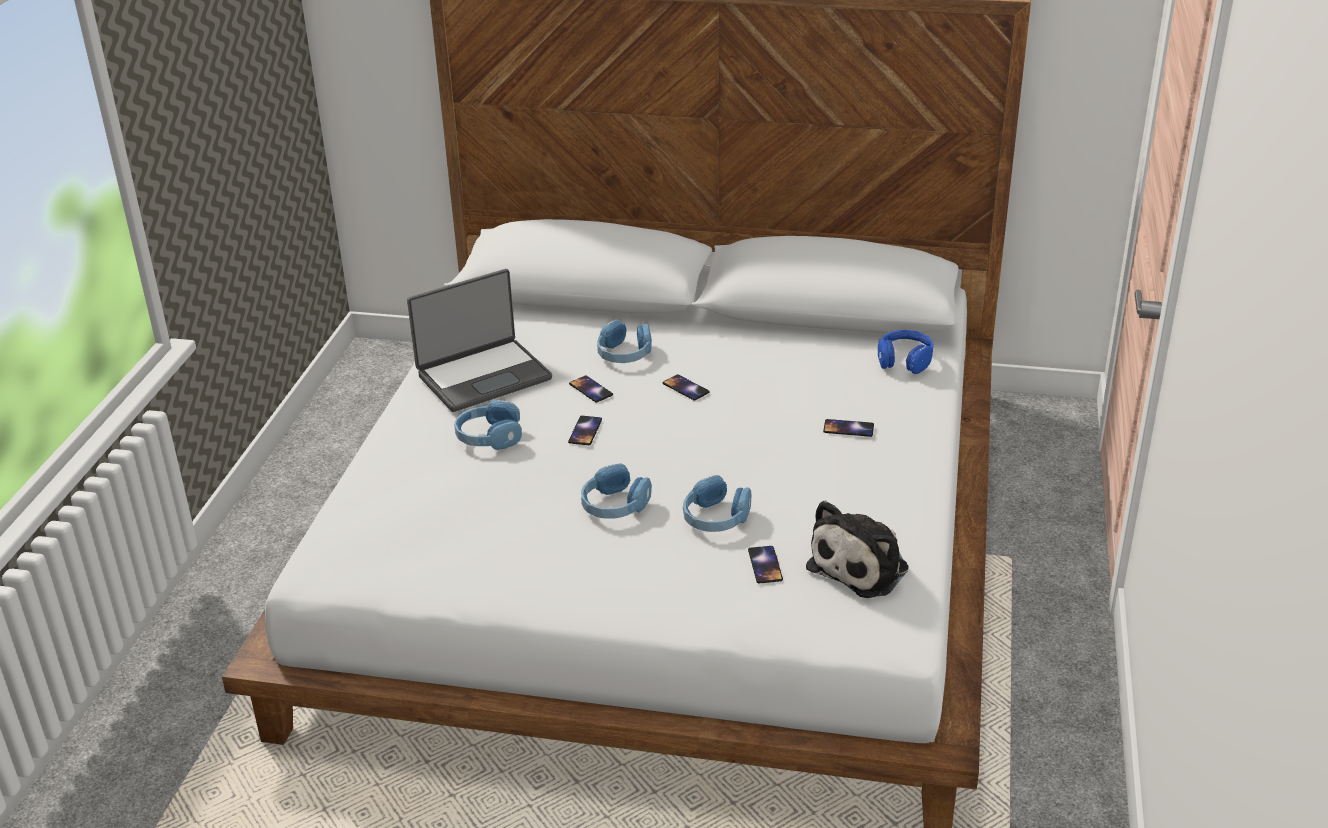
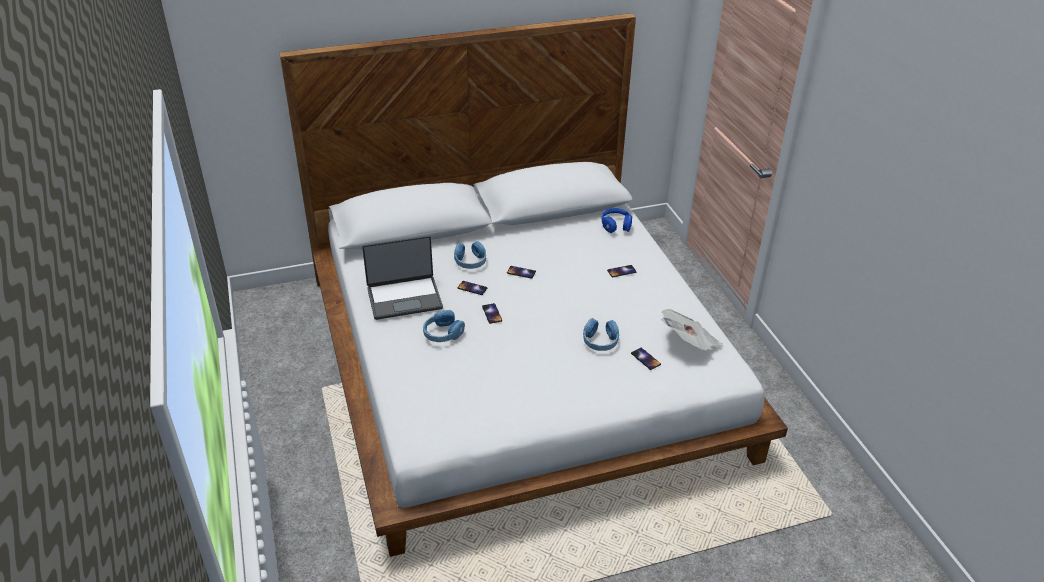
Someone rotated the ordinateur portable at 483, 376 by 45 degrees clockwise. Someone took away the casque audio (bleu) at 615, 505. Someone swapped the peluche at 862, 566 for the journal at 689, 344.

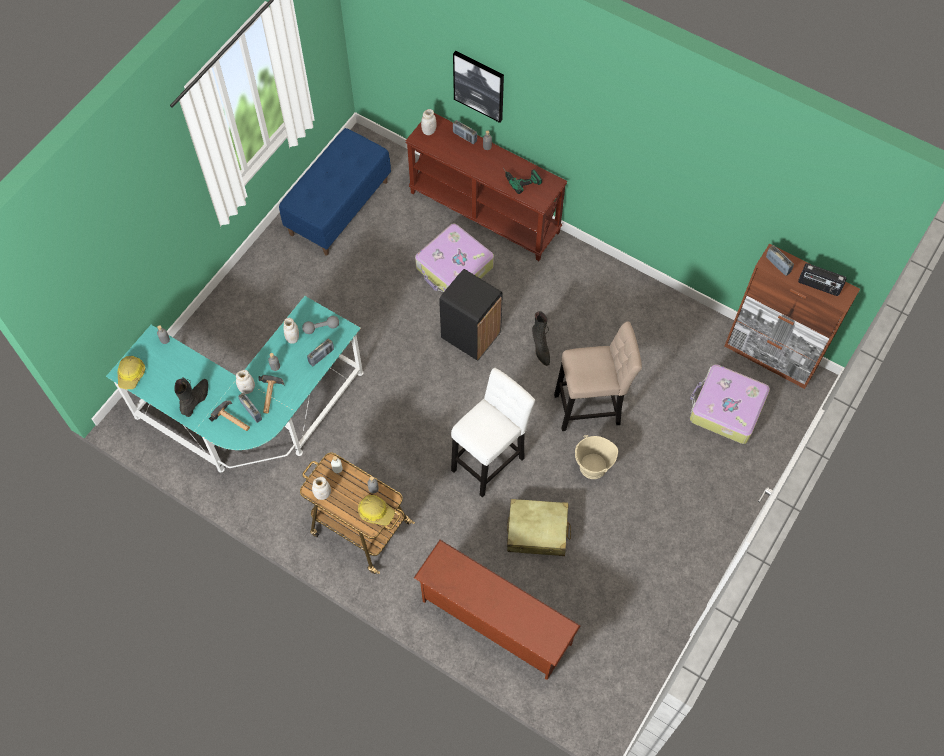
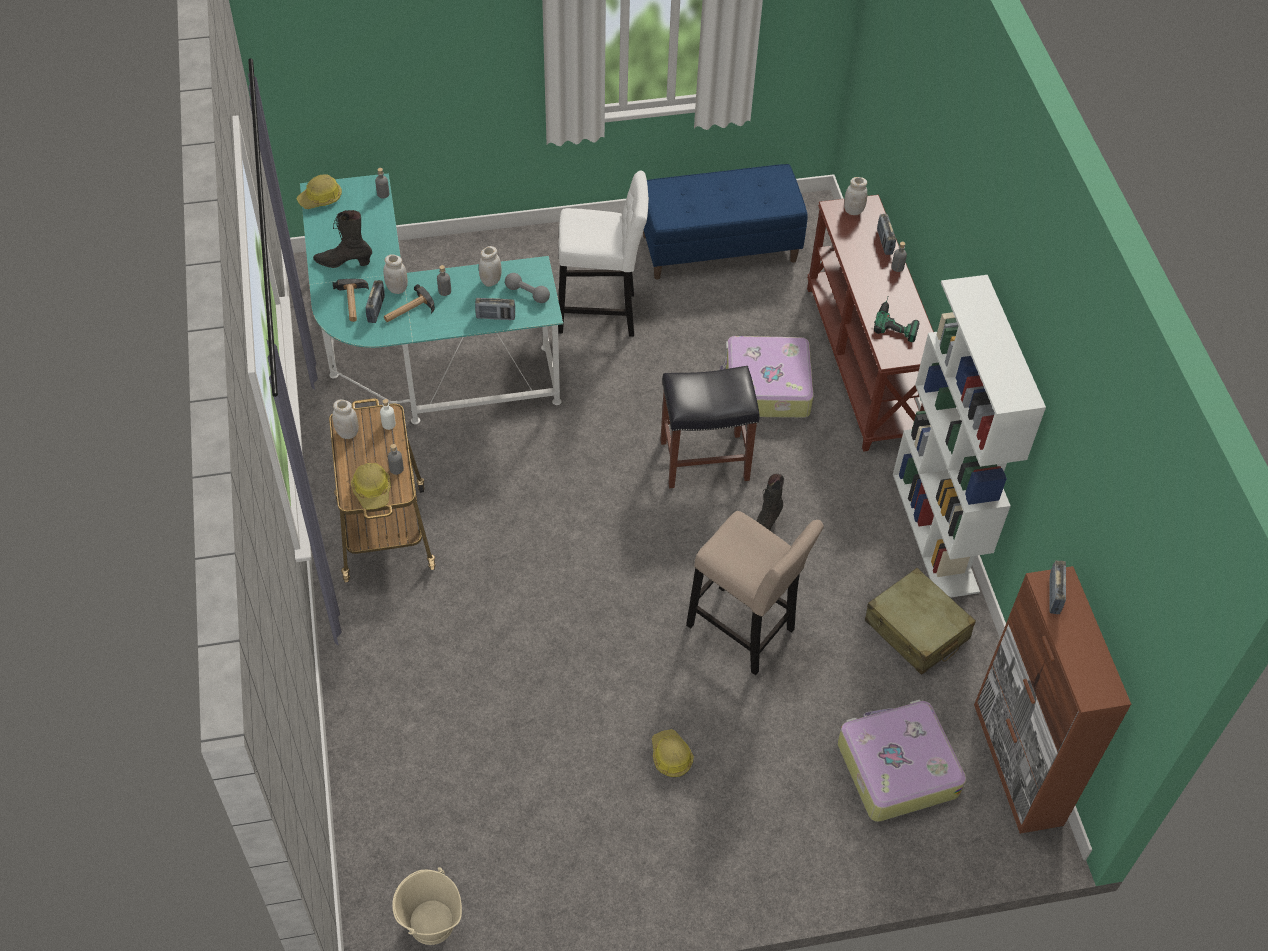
Someone rotated the botte (noir) at 196, 400 by 150 degrees counterclockwise. Someone took away the étagère à chaussures (marron) at 494, 622. Someone swapped the poubelle (noir) at 471, 335 for the tabouret (noir) at 705, 459. Someone carried the tabouret (blanc) from 490, 460 to 602, 314. Someone took away the tableau at 479, 85. Someone carried the valise (beige) from 537, 531 to 916, 630. Someone carried the seau (beige) from 593, 467 to 431, 923. Someone took away the radio at 818, 286. Someone put down the casque de chantier at 670, 756. Someone put down the bibliothèque (blanc) at 936, 532.

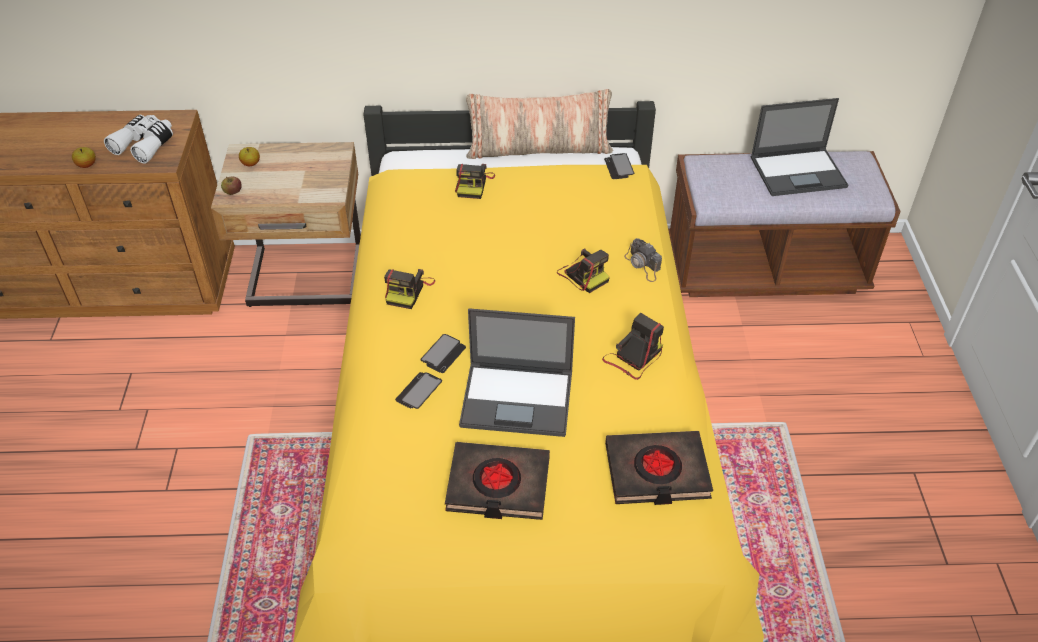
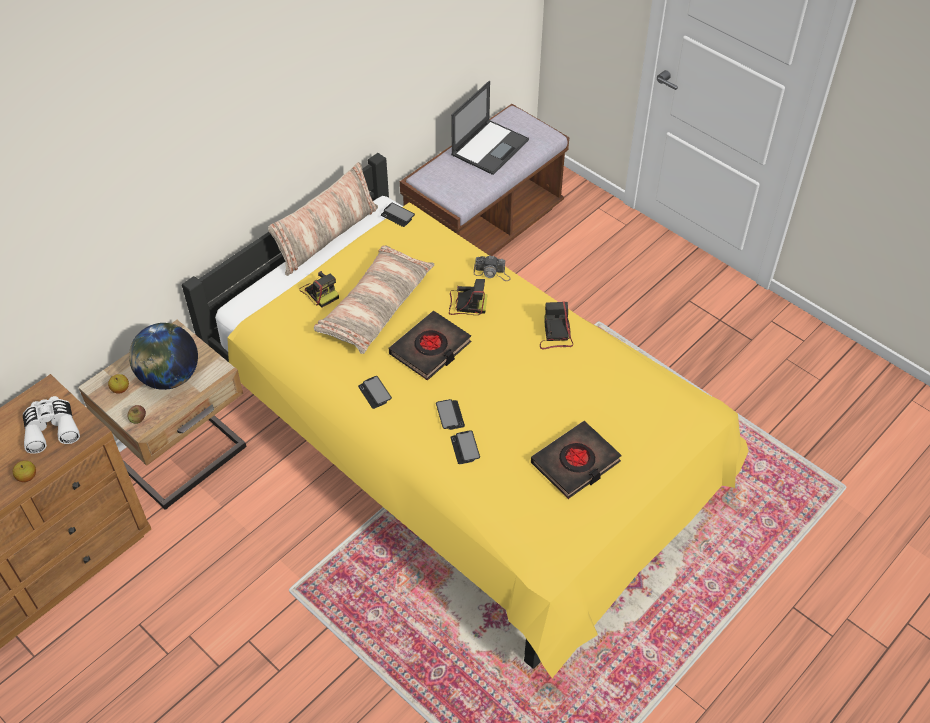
Someone swapped the appareil photo at 408, 290 for the téléphone at 375, 393. Someone took away the ordinateur portable at 518, 399. Someone carried the livre (noir) from 656, 472 to 430, 349. Someone put down the globe at 170, 377. Someone put down the coussin at 375, 307.

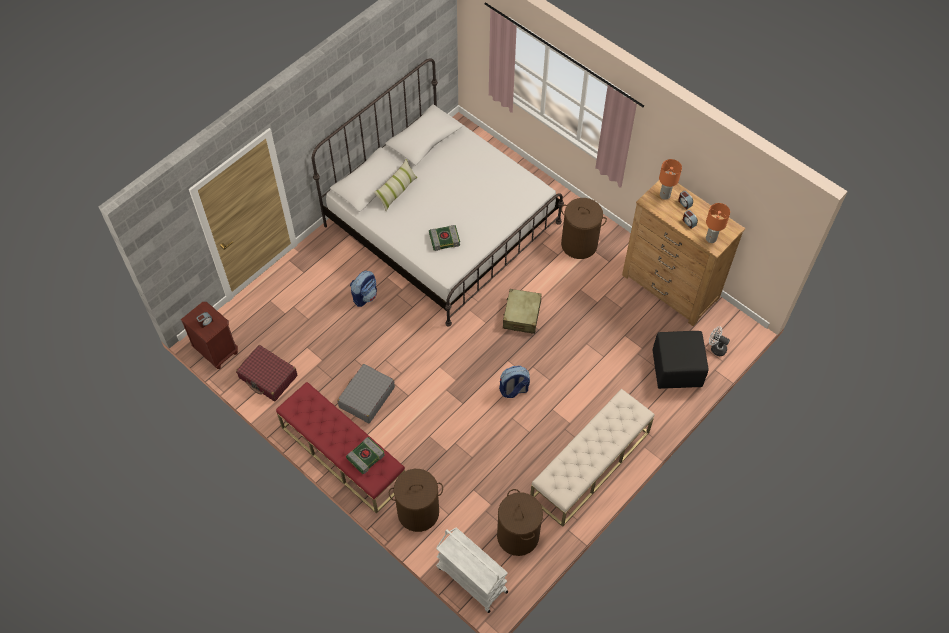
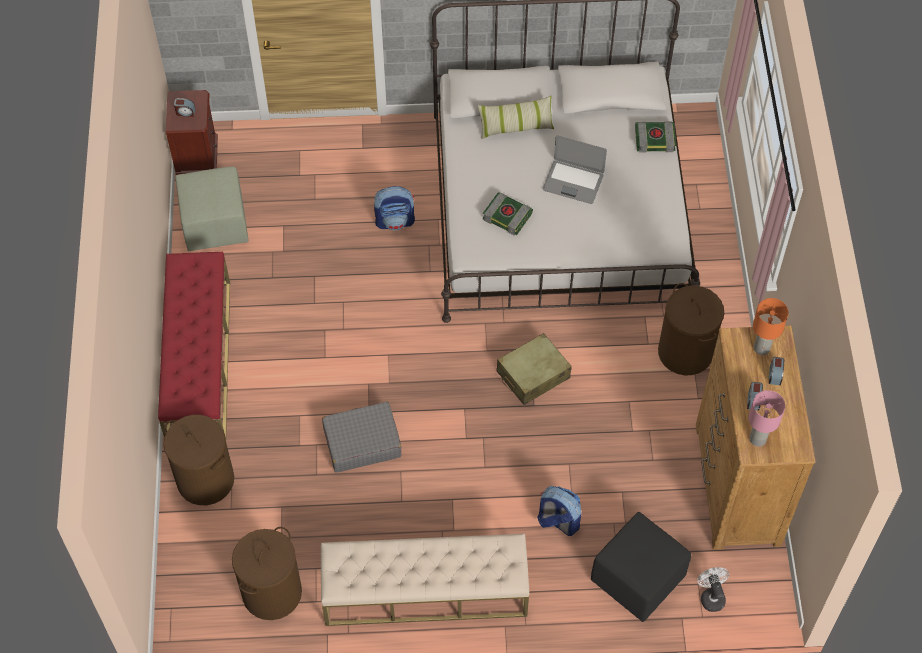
Someone swapped the valise (rouge) at 268, 377 for the pouf (vert) at 216, 225. Someone carried the valise (gris) from 366, 397 to 362, 442. Someone carried the livre from 365, 456 to 655, 139. Someone took away the chariot (blanc) at 471, 579. Someone carried the sac à dos from 513, 390 to 558, 521. Someone repainted the lampe de table (orange) at 711, 239, which became the lampe de table (rose) at 757, 439. Someone put down the ordinateur portable at 573, 182.

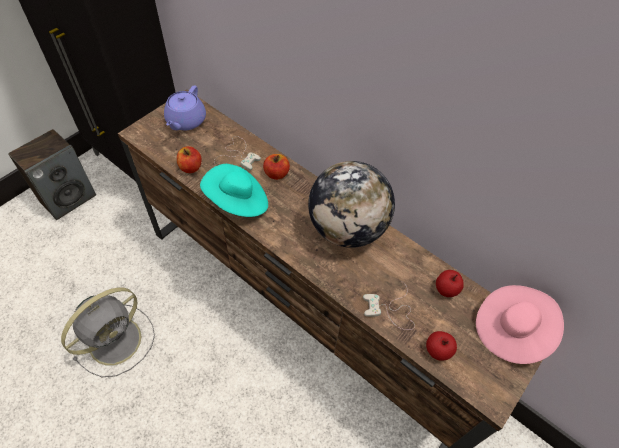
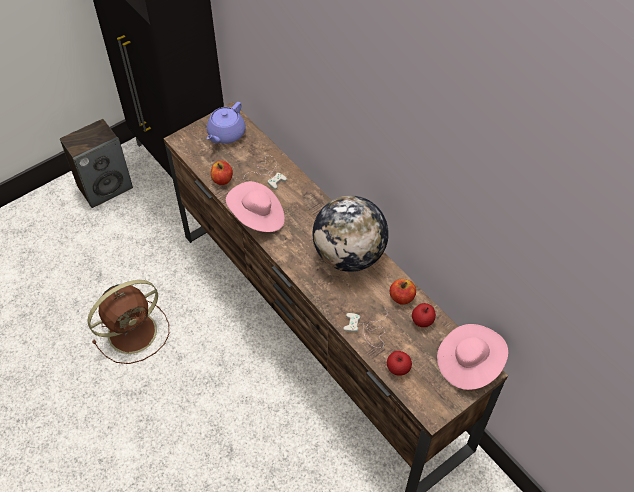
Someone repainted the ventilateur (gris) at 117, 339, which became the ventilateur (marron) at 134, 331. Someone repainted the chapeau (turquoise) at 237, 202, which became the chapeau (rose) at 257, 217. Someone carried the pomme from 276, 174 to 401, 297.

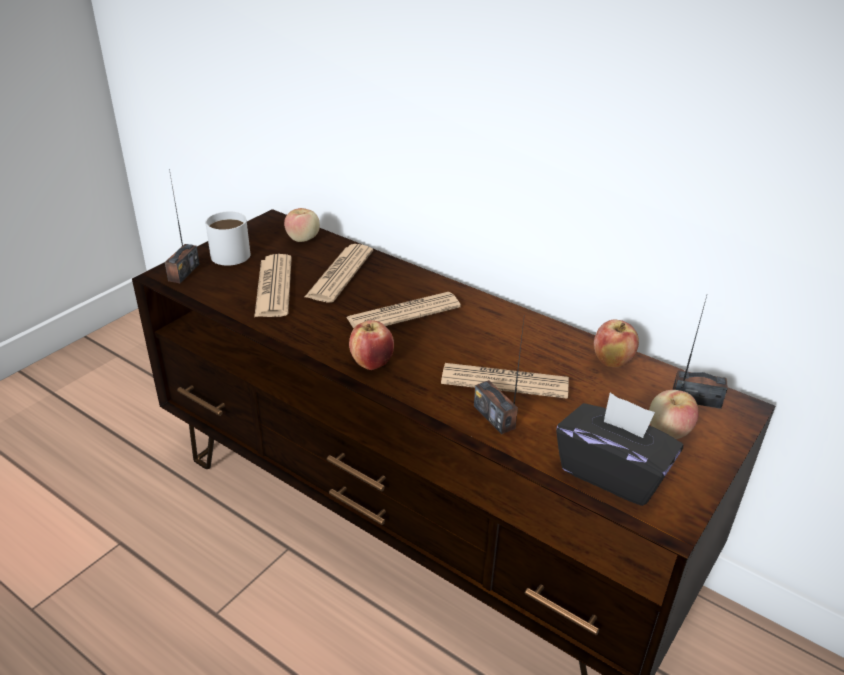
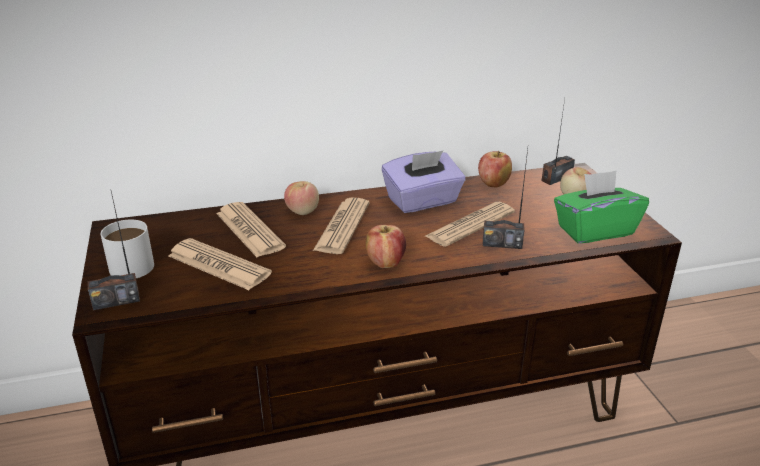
Someone rotated the radio at 183, 272 by 105 degrees clockwise. Someone carried the pomme from 303, 238 to 302, 211. Someone repainted the boîte à mouchoirs (noir) at 612, 473, which became the boîte à mouchoirs (vert) at 594, 230. Someone put down the boîte à mouchoirs (violet) at 423, 201.

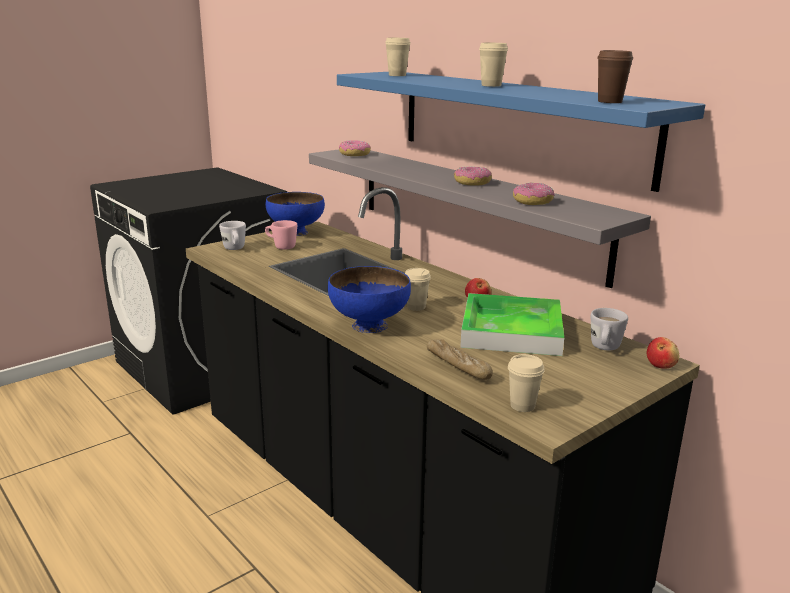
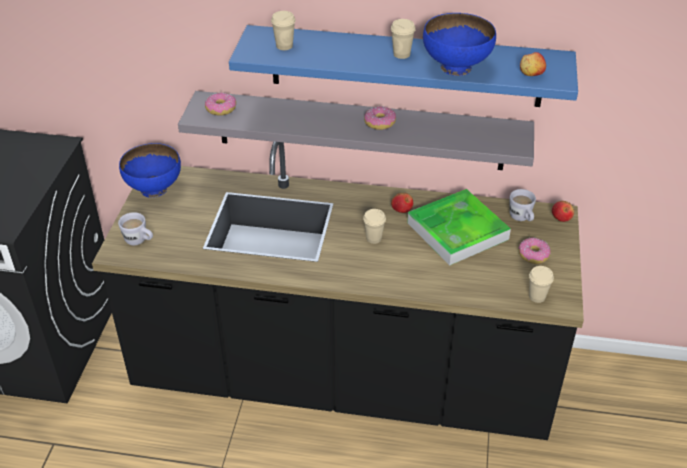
Someone took away the mug (rose) at 281, 246. Someone carried the bol (bleu) from 368, 326 to 455, 68. Someone took away the pain at 457, 366. Someone carried the beignet from 532, 201 to 533, 255. Someone swapped the tasse (marron) at 609, 101 for the pomme at 531, 74.

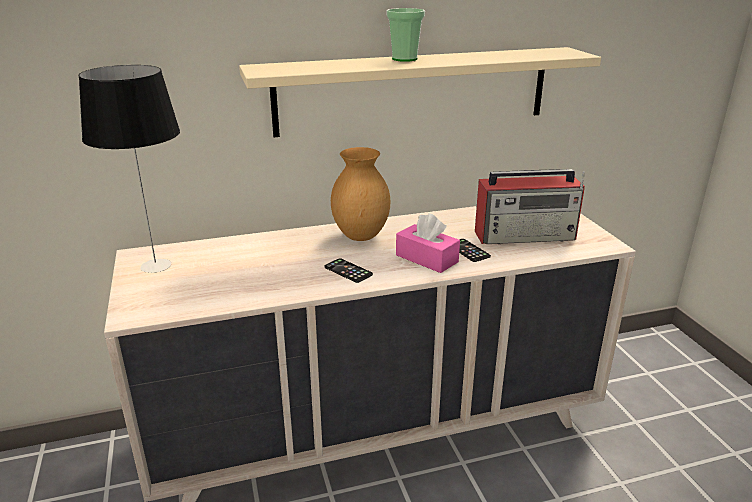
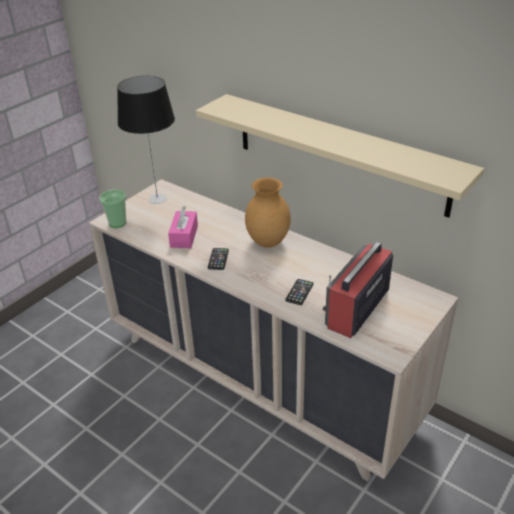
Someone carried the tasse from 404, 59 to 117, 223. Someone carried the boîte à mouchoirs (rose) from 426, 258 to 184, 236. Someone rotated the radio at 526, 236 by 75 degrees clockwise.

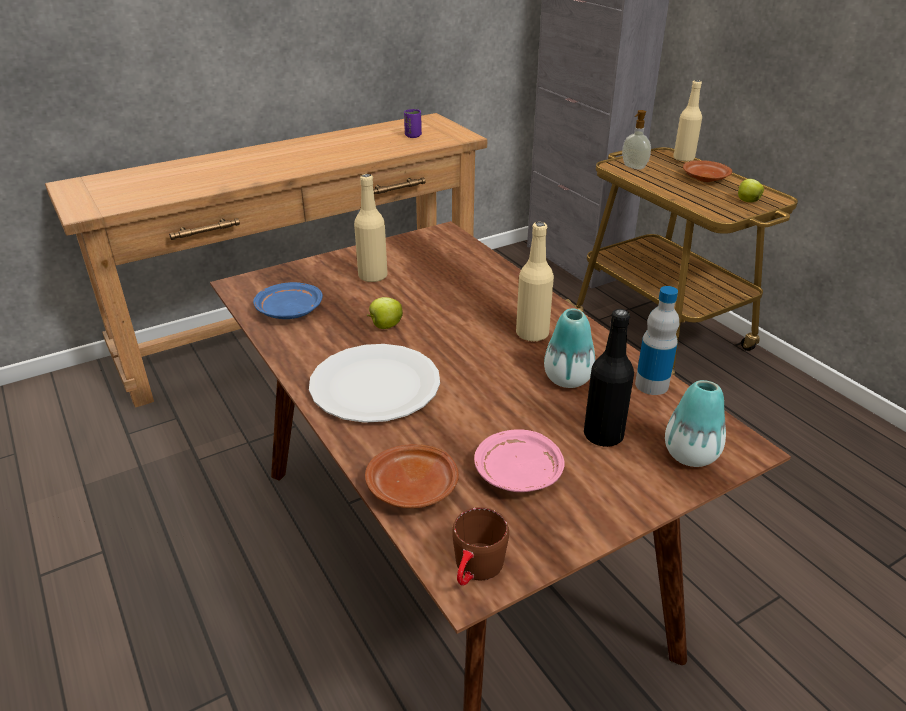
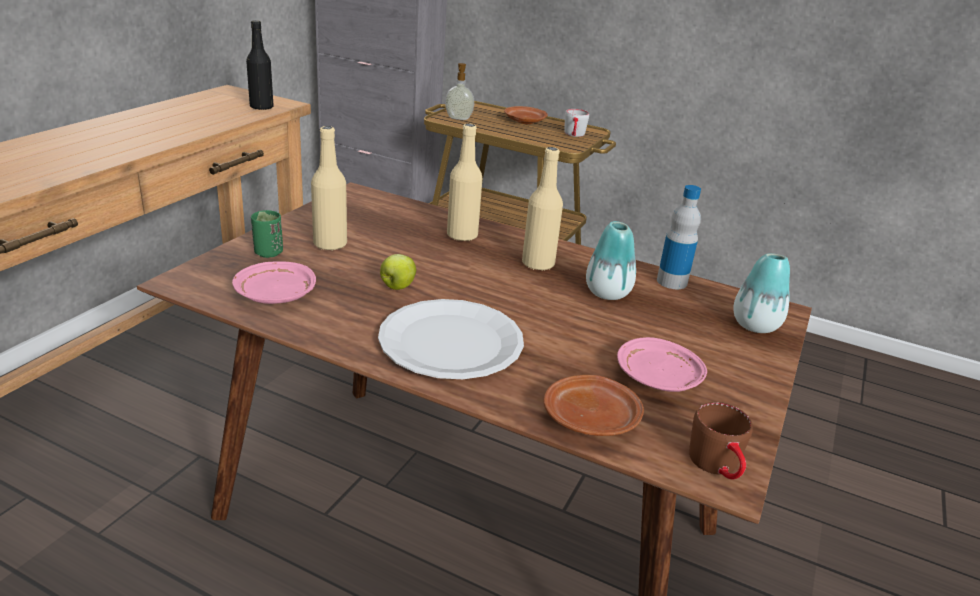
Someone repainted the assiette (bleu) at 289, 311, which became the assiette (rose) at 275, 295. Someone took away the tasse (violet) at 413, 136. Someone carried the bouteille (noir) from 603, 435 to 261, 107. Someone carried the bouteille (beige) from 683, 158 to 462, 236. Someone swapped the pomme at 747, 201 for the mug (gris) at 574, 135. Someone put down the tasse (vert) at 268, 253.

